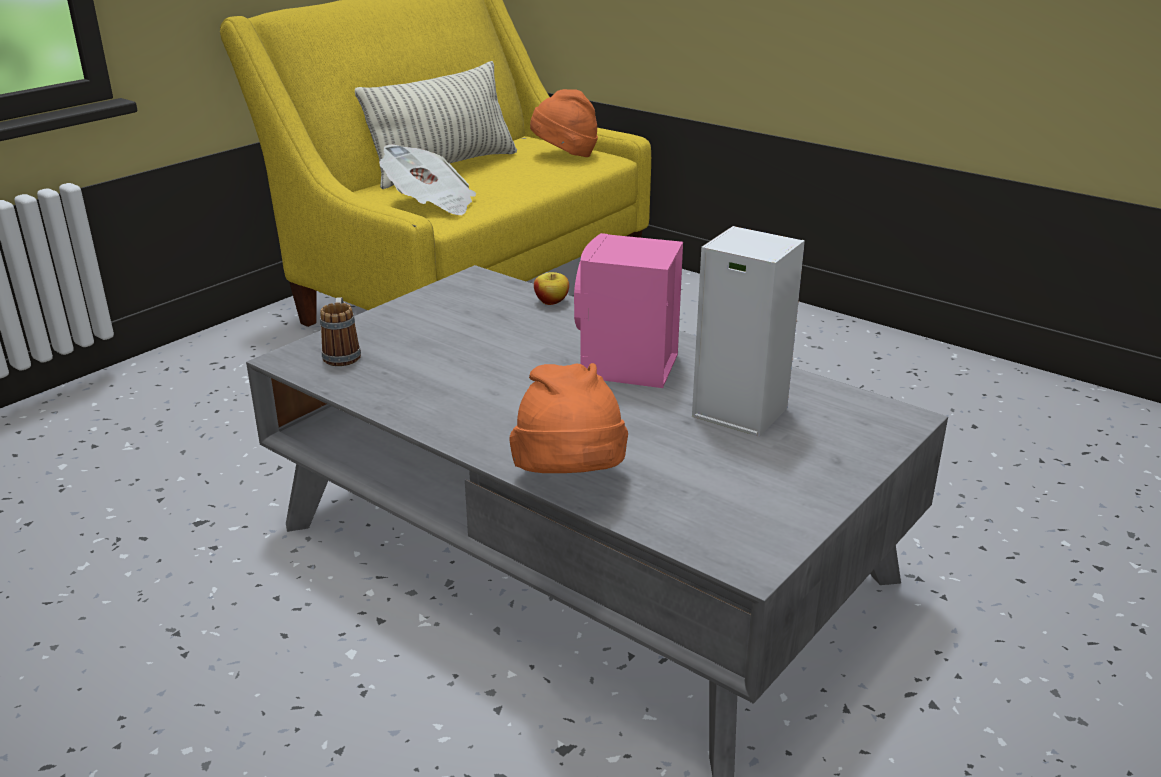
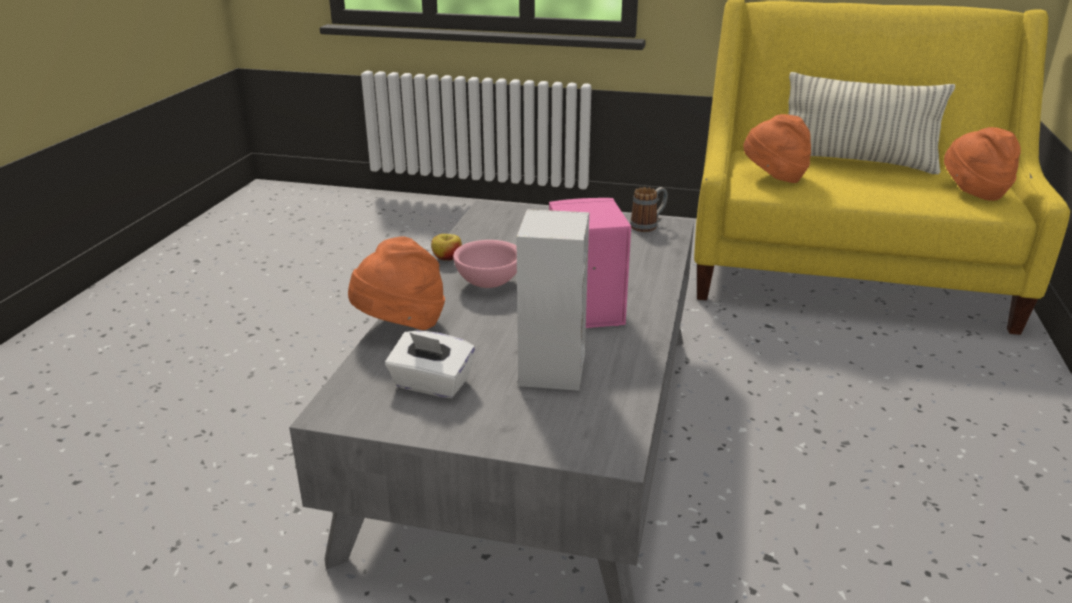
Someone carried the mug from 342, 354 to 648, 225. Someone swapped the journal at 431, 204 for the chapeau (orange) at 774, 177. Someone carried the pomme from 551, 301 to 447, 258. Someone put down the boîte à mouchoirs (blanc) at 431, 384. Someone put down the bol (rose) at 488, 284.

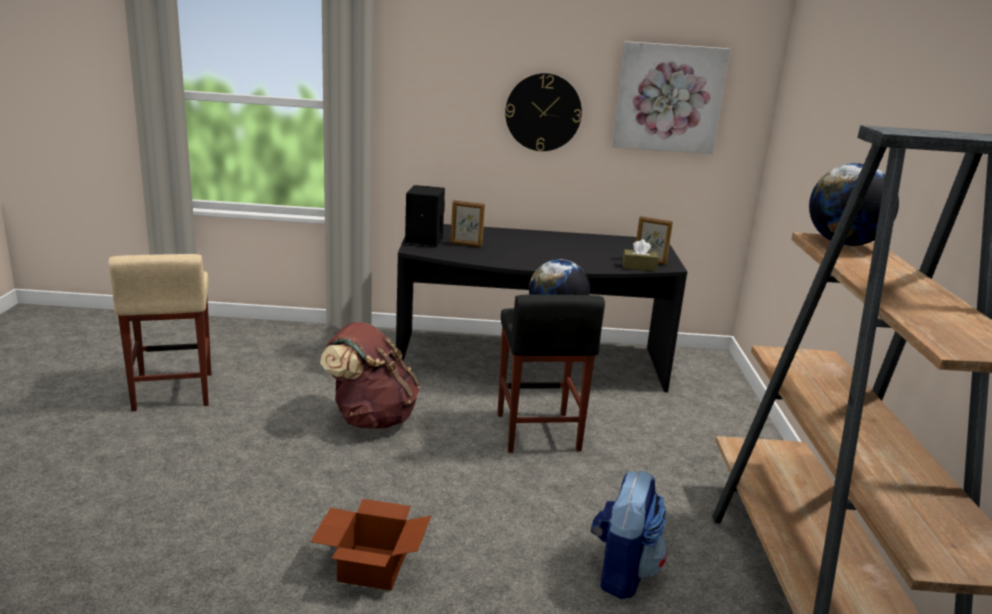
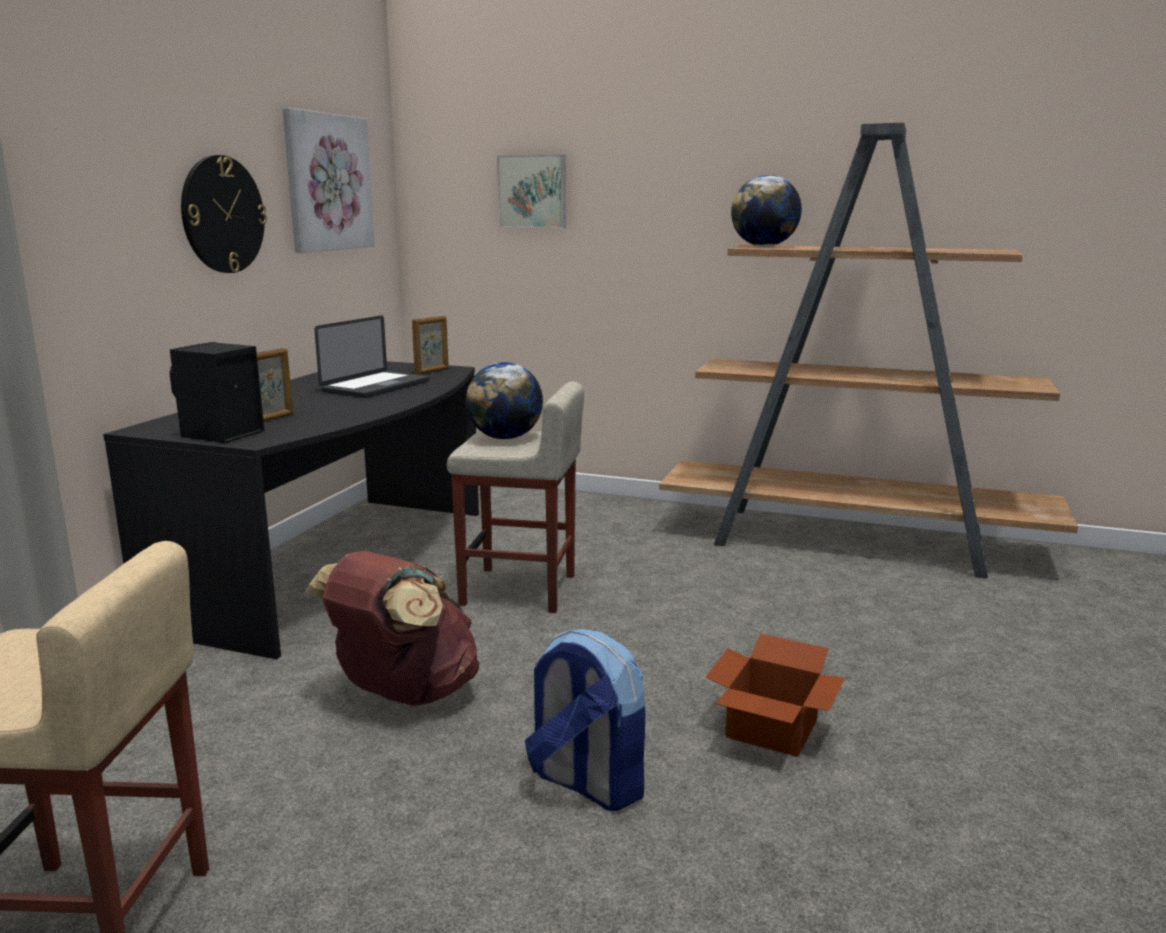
Someone repainted the tabouret (noir) at 537, 433, which became the tabouret (beige) at 520, 590. Someone carried the sac à dos from 622, 572 to 586, 783. Someone took away the boîte à mouchoirs (marron) at 639, 267. Someone put down the ordinateur portable at 376, 386. Someone put up the tableau at 533, 191.

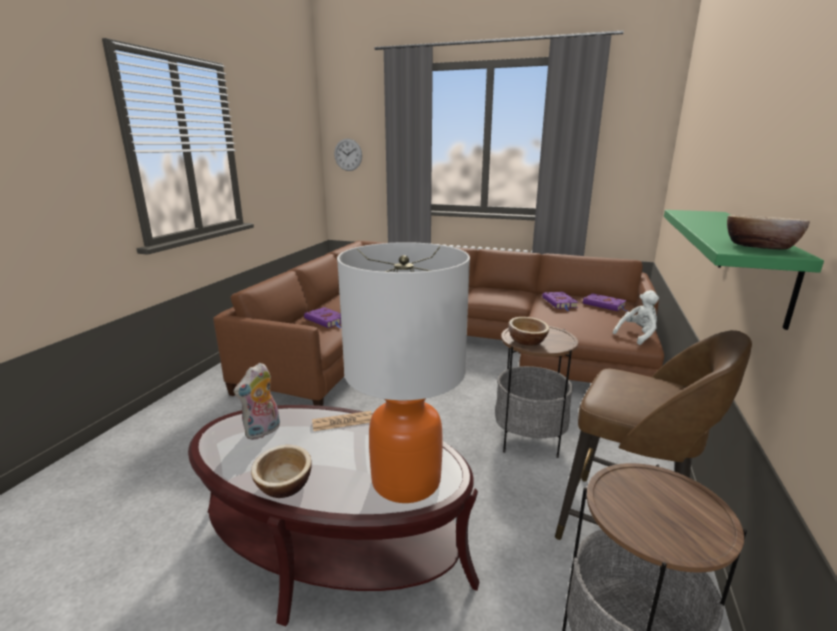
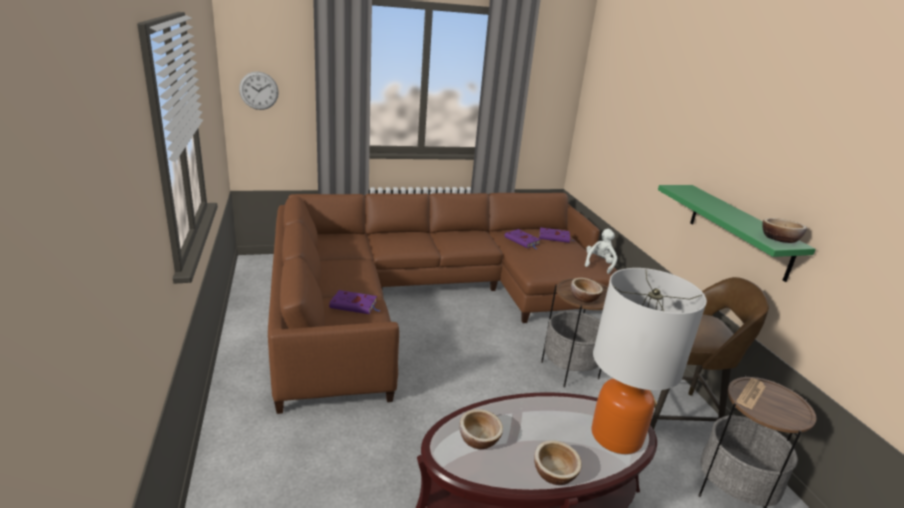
Someone swapped the peluche at 263, 432 for the bol at 479, 439. Someone carried the journal from 343, 422 to 751, 394.

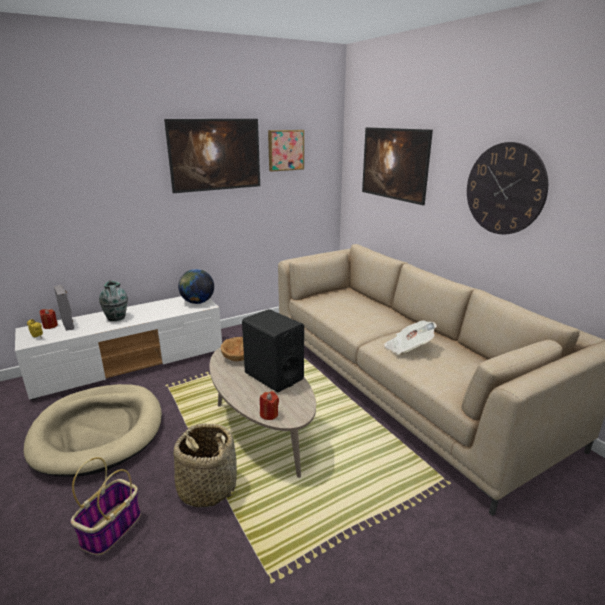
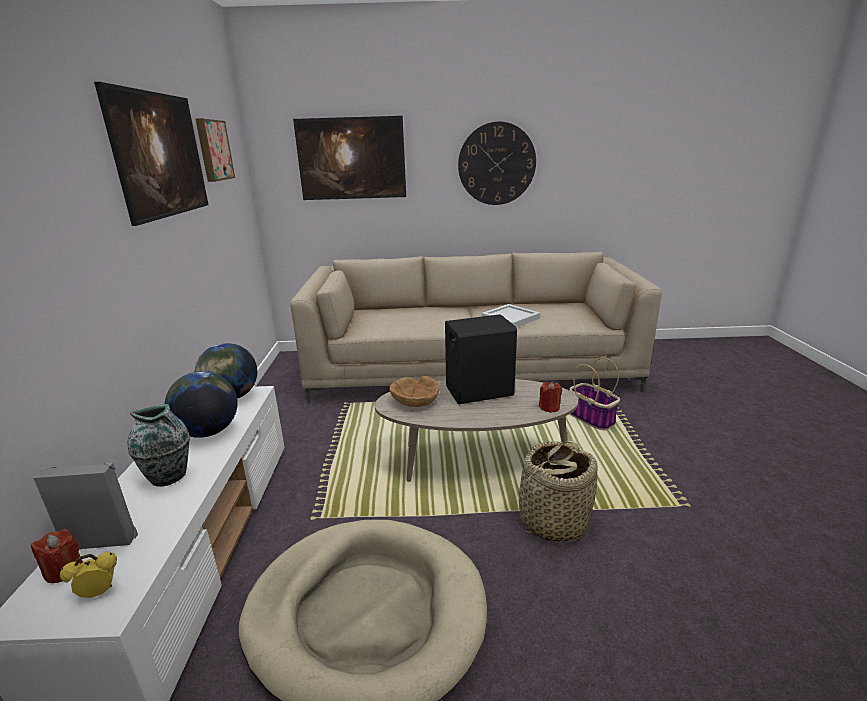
Someone carried the panier from 111, 529 to 592, 418. Someone swapped the journal at 408, 348 for the plateau (blanc) at 510, 318. Someone put down the globe at 208, 432.

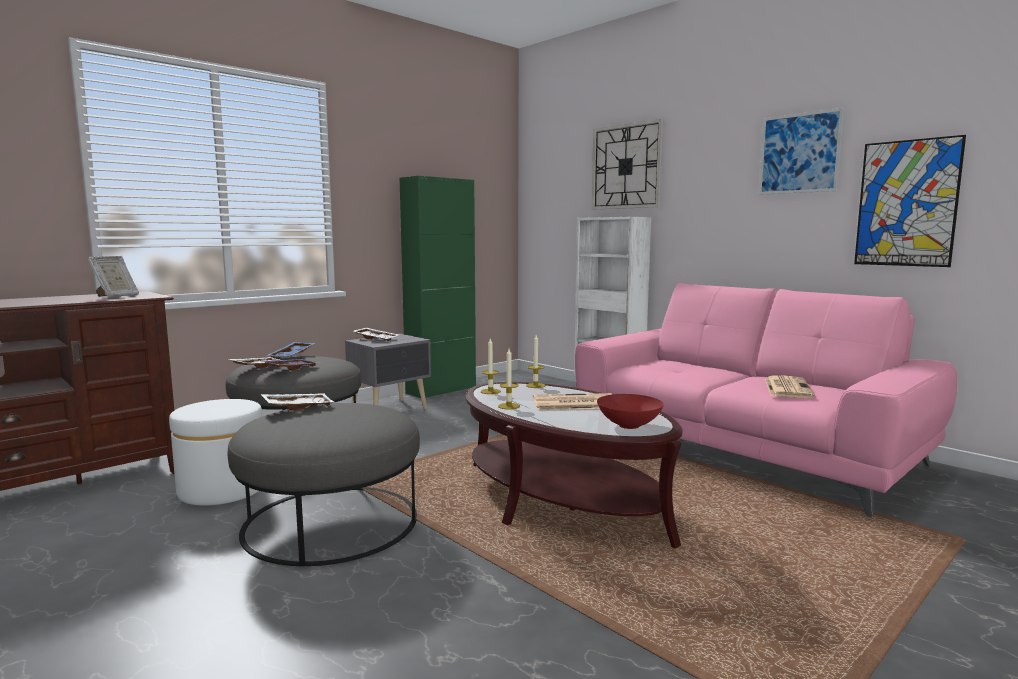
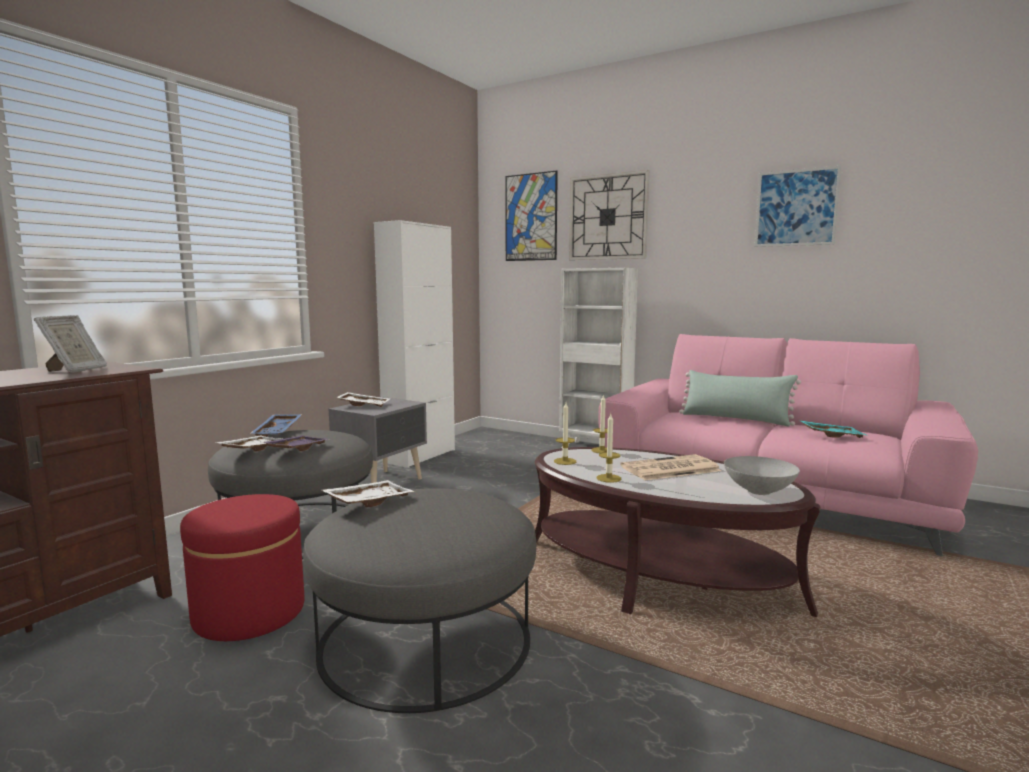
Someone repainted the pouf (blanc) at 222, 489, which became the pouf (rouge) at 249, 612. Someone repainted the meuble de rangement (vert) at 441, 390, which became the meuble de rangement (blanc) at 420, 456. Someone repainted the bol (rouge) at 628, 425, which became the bol (gris) at 757, 491. Someone swapped the journal at 787, 388 for the plateau (turquoise) at 831, 435. Someone carried the tableau from 906, 203 to 531, 217. Someone put down the coussin (vert) at 735, 419.

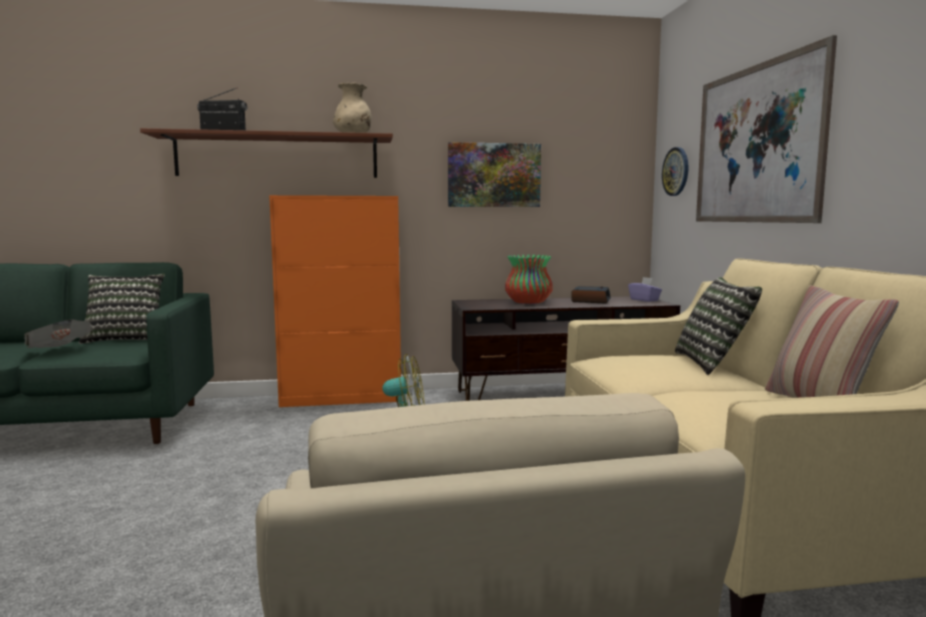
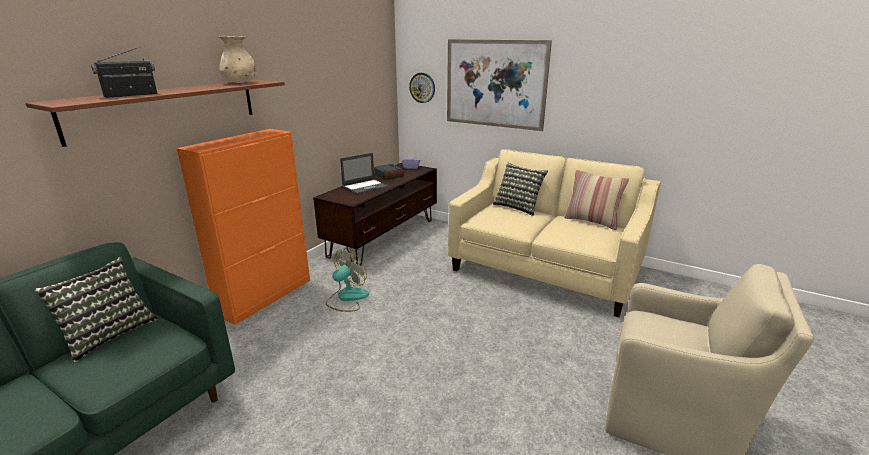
Someone took away the journal at 60, 351. Someone took away the tableau at 494, 175. Someone swapped the vase at 528, 302 for the ordinateur portable at 365, 187.

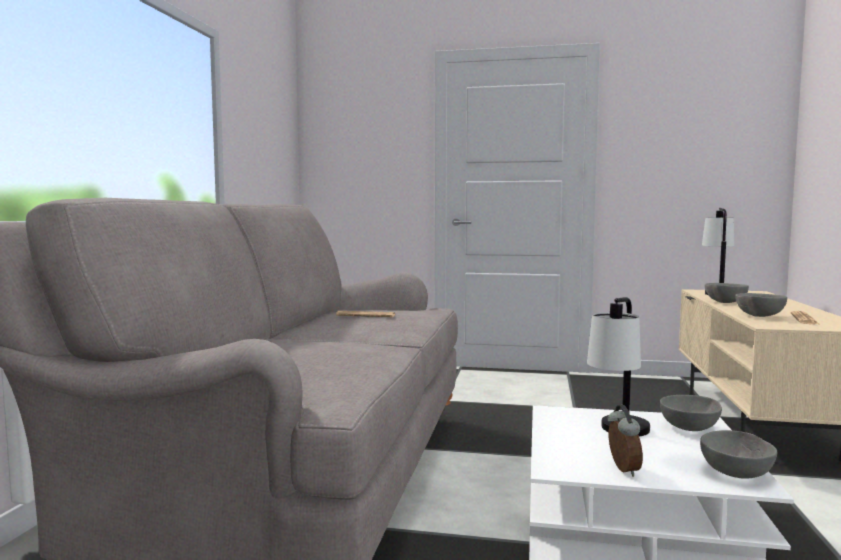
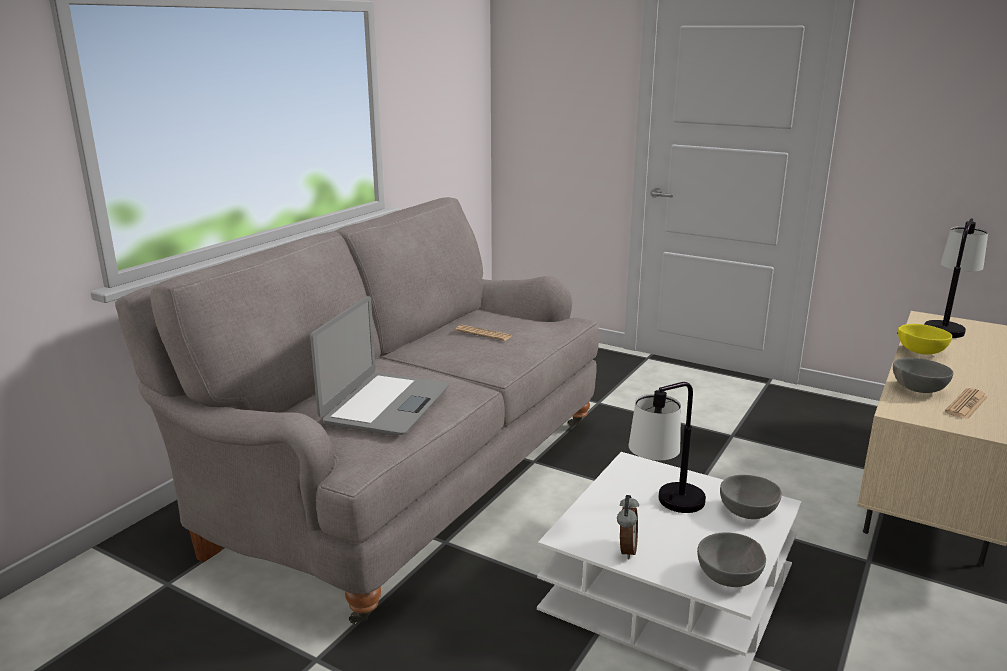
Someone repainted the bol (gris) at 724, 302, which became the bol (jaune) at 919, 352. Someone put down the ordinateur portable at 385, 405.

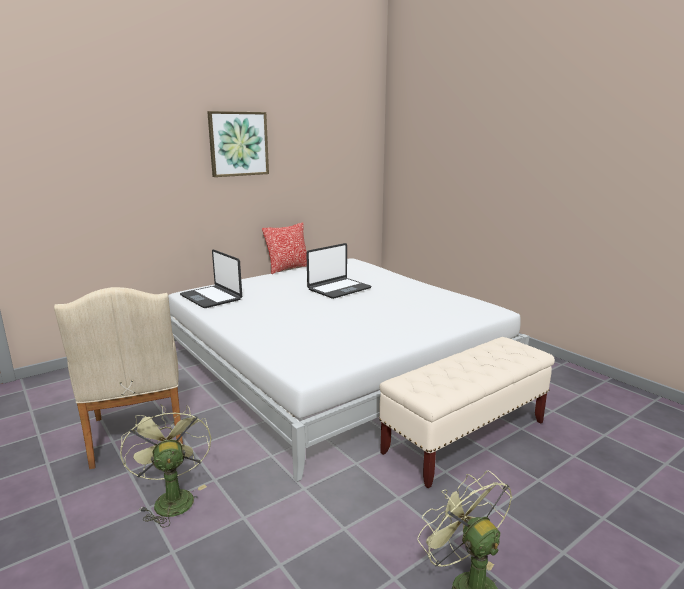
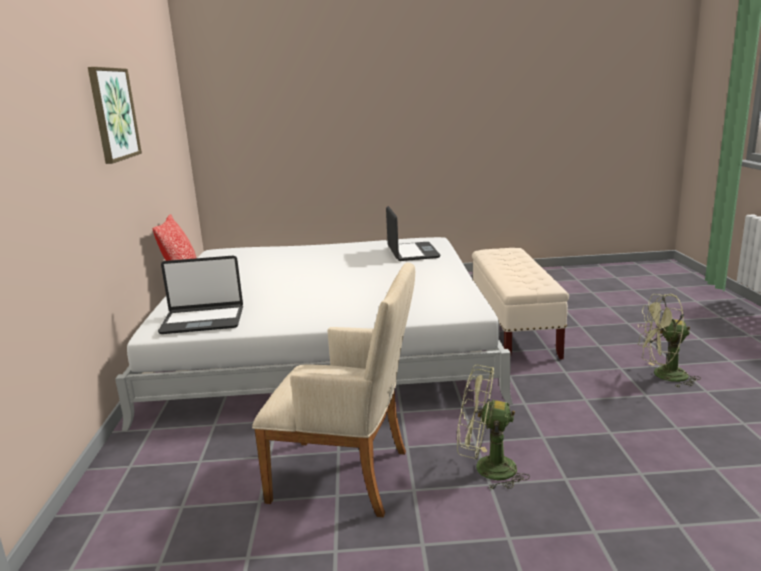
Someone carried the ordinateur portable from 338, 289 to 412, 252.

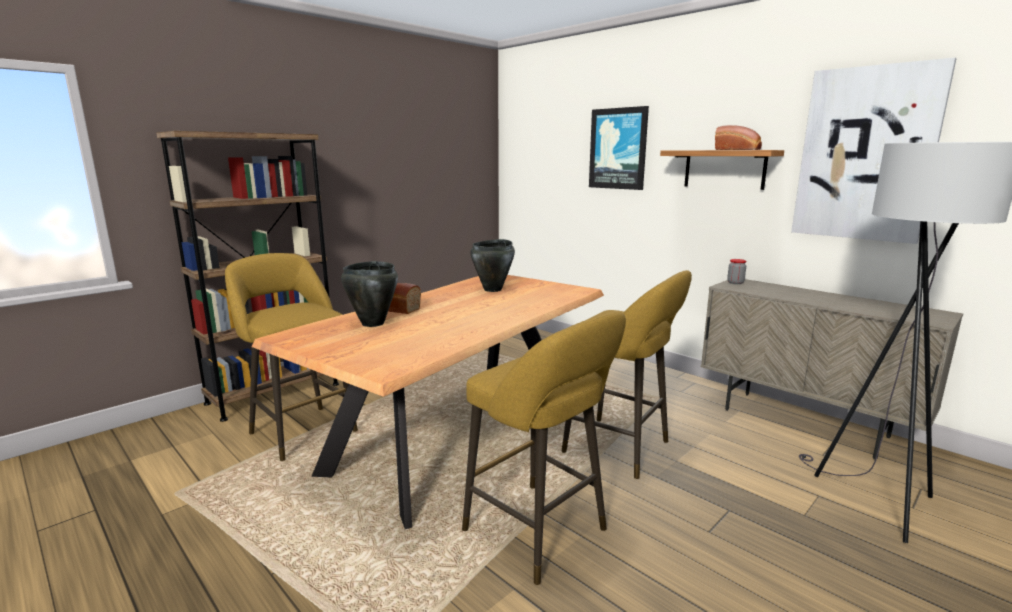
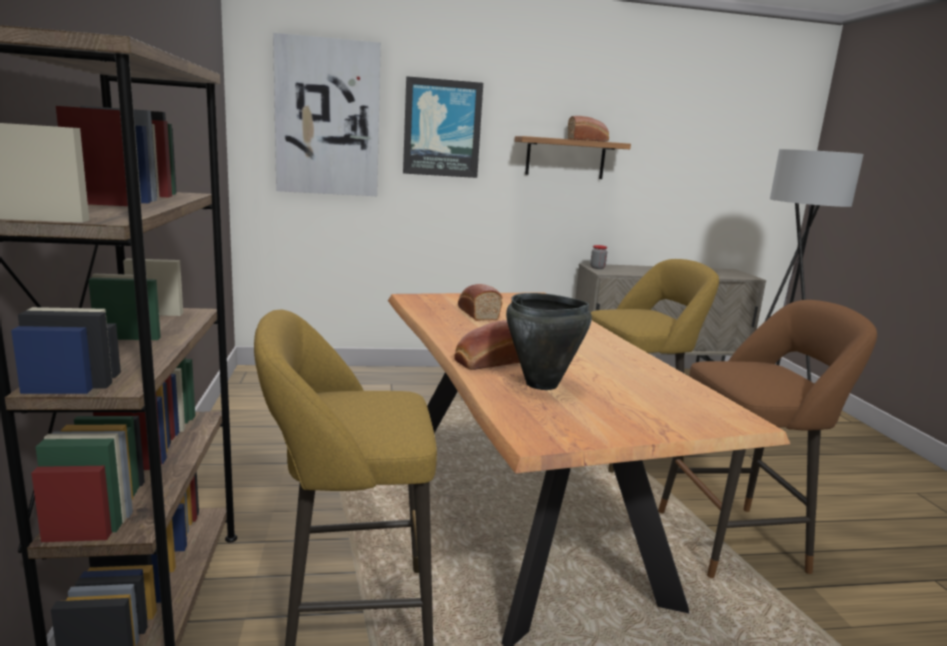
Someone repainted the tabouret (jaune) at 541, 534, which became the tabouret (marron) at 738, 540. Someone swapped the marmite (noir) at 493, 289 for the pain at 477, 313. Someone carried the tableau from 865, 154 to 327, 118.

